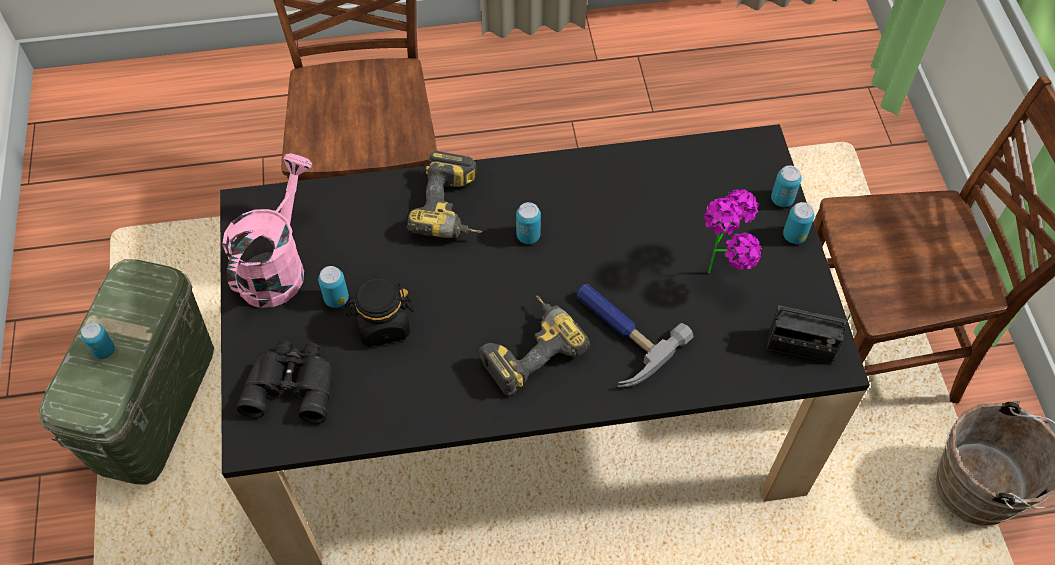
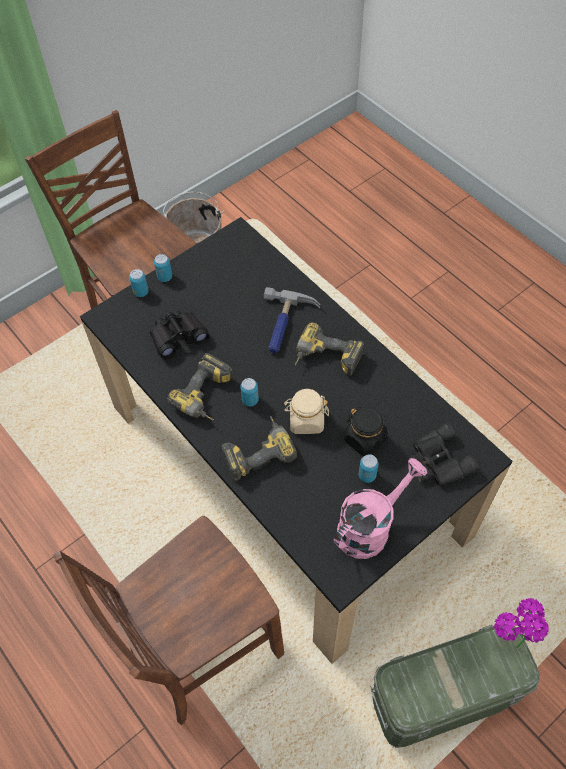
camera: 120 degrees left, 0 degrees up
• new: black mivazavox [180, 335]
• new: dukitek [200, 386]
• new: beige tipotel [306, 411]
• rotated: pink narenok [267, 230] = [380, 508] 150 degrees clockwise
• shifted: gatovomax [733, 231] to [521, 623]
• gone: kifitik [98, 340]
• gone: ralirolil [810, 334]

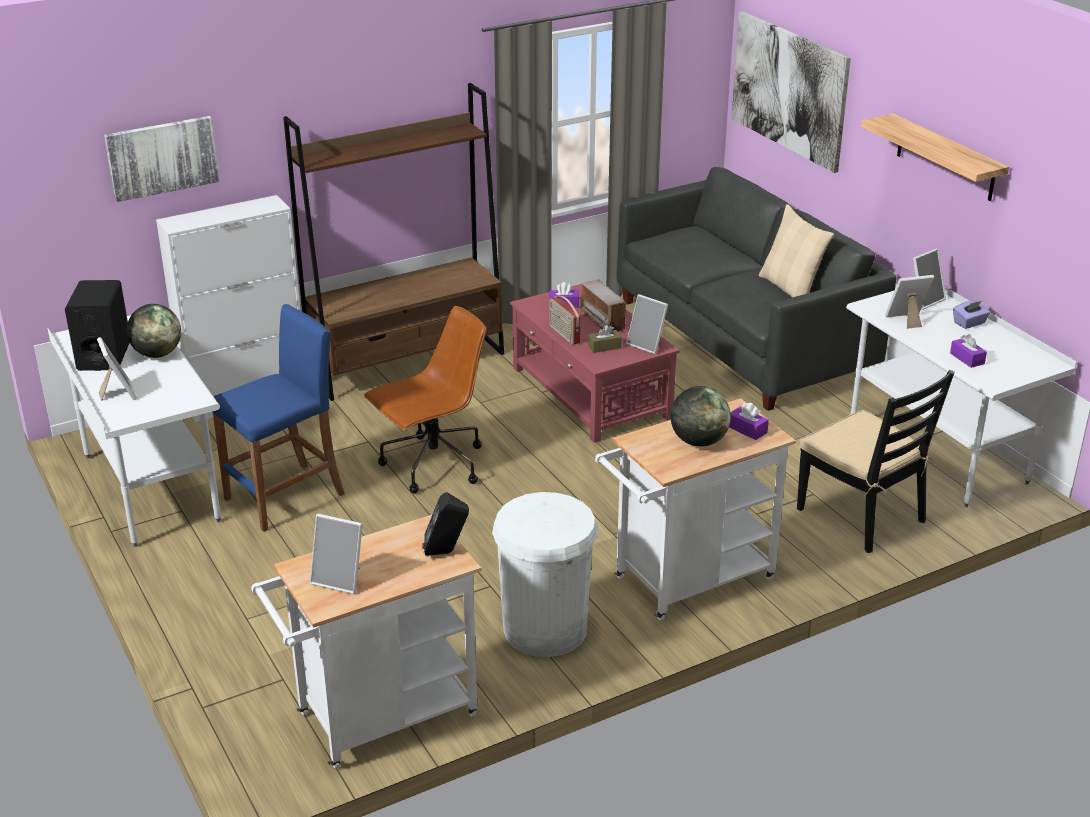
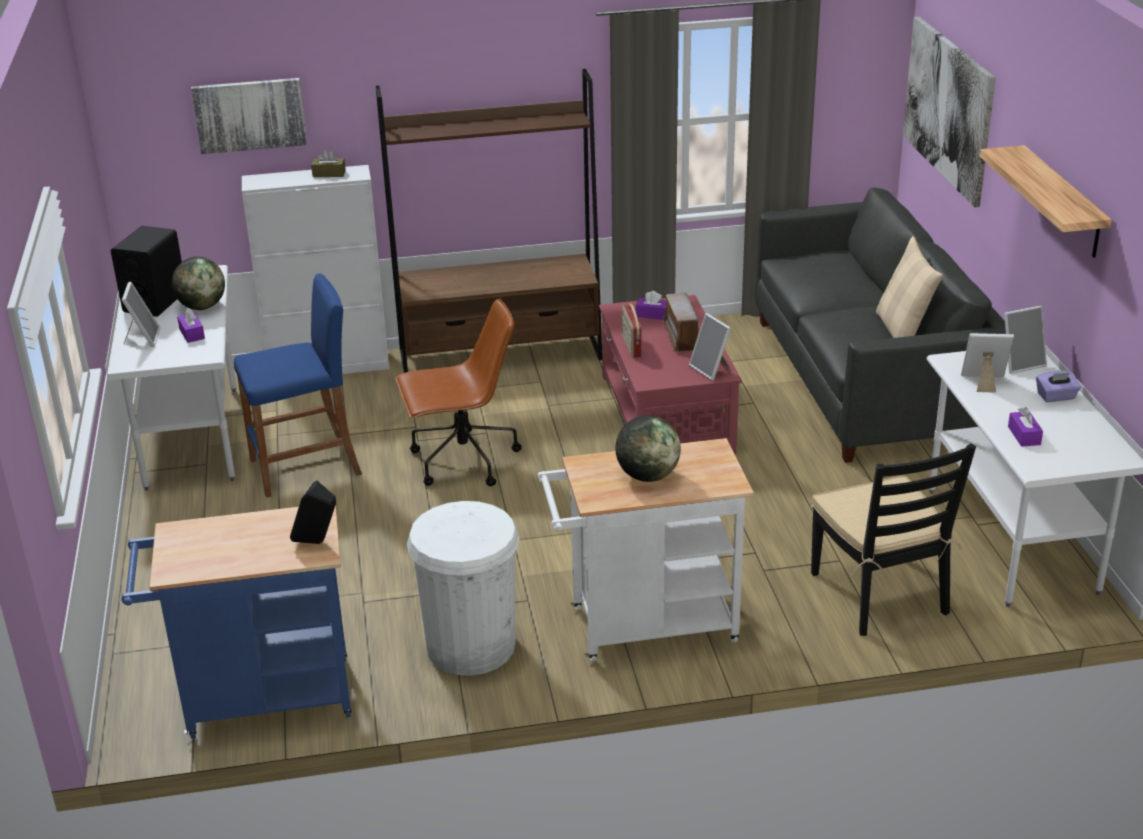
camera: 20 degrees right, 0 degrees up
• repainted: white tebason [366, 641] to blue tebason [237, 621]
• shifted: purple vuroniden [749, 421] to [191, 325]
• shifted: brown vuroniden [605, 339] to [328, 163]
• gone: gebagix [336, 554]

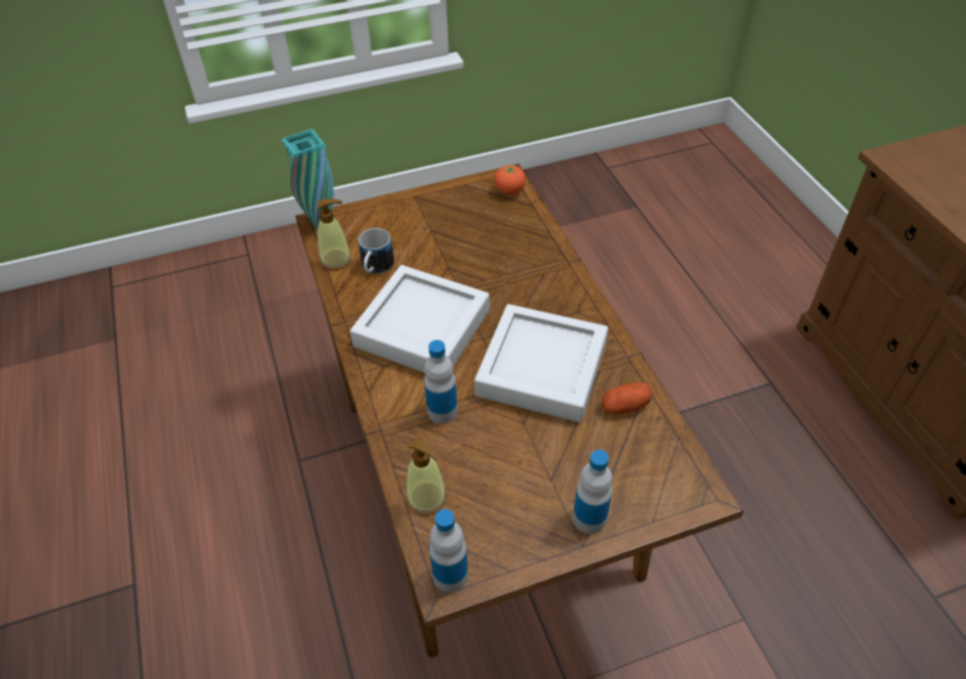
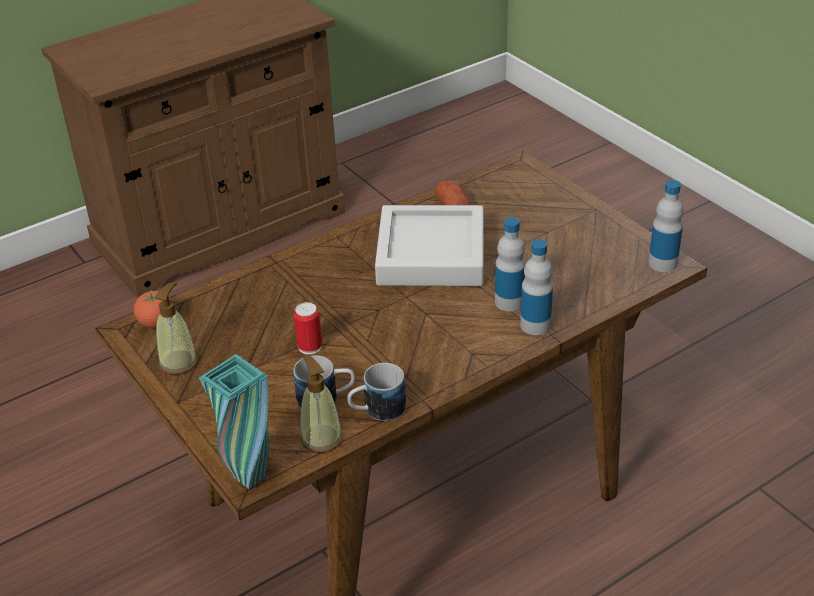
camera: 105 degrees left, 10 degrees down
• shifted: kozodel [426, 476] to [176, 328]
• new: kifitik [308, 328]
• new: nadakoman [376, 392]
• shifted: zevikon [593, 492] to [536, 287]
• gone: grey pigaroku [420, 319]

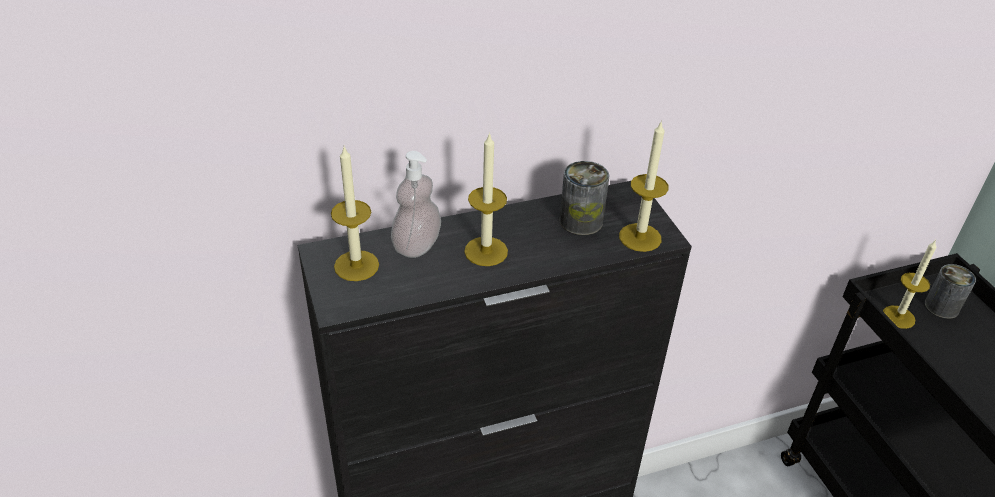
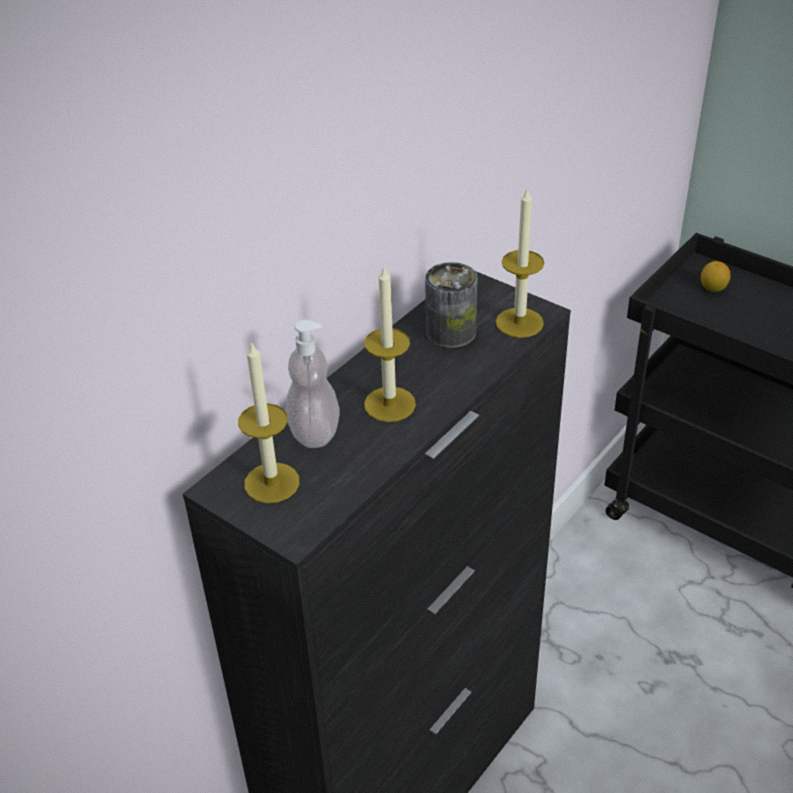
camera: 30 degrees left, 0 degrees up
• swapped: kifitik [950, 291] to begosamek [716, 276]
• gone: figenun [909, 284]

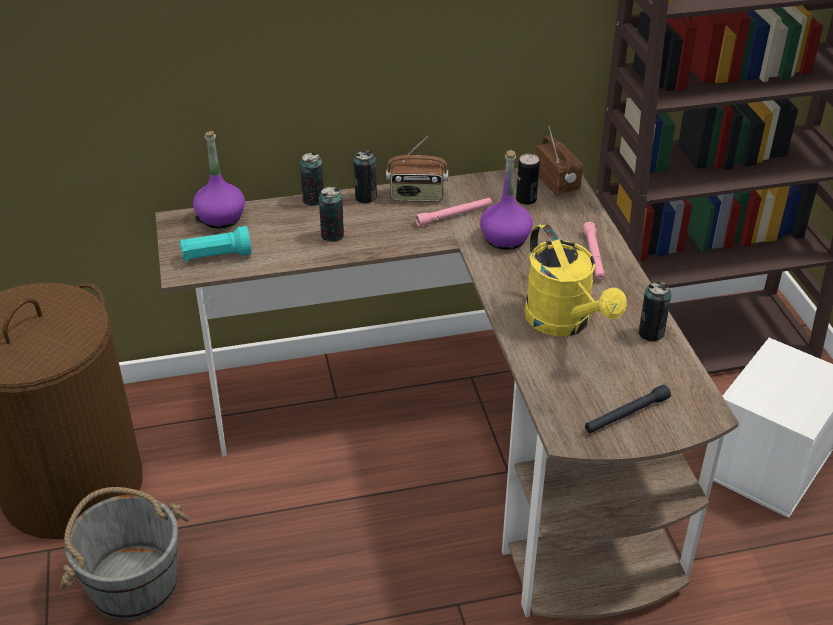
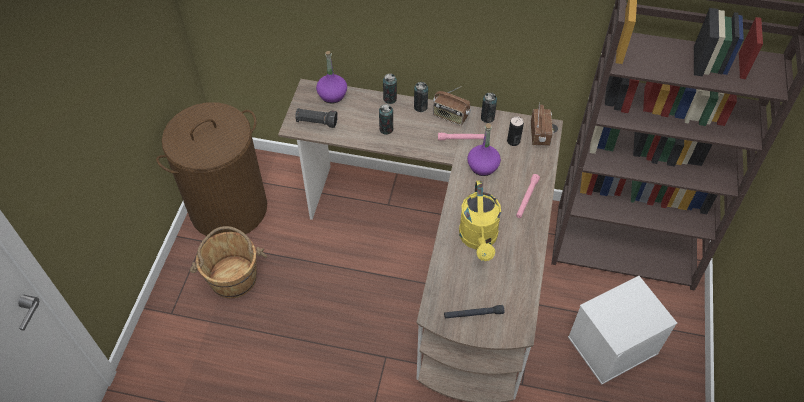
camera: 25 degrees right, 15 degrees up
• repainted: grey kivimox [124, 554] to brown kivimox [228, 262]
• repainted: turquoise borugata [215, 244] to black borugata [316, 118]
• shifted: kifitik [655, 311] to [489, 108]

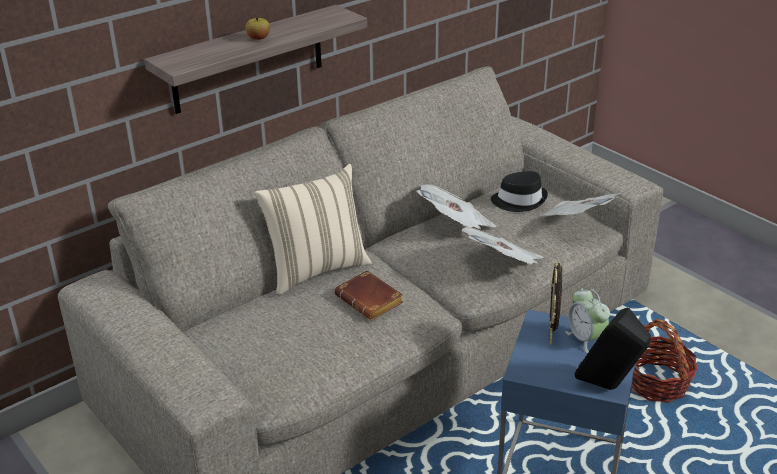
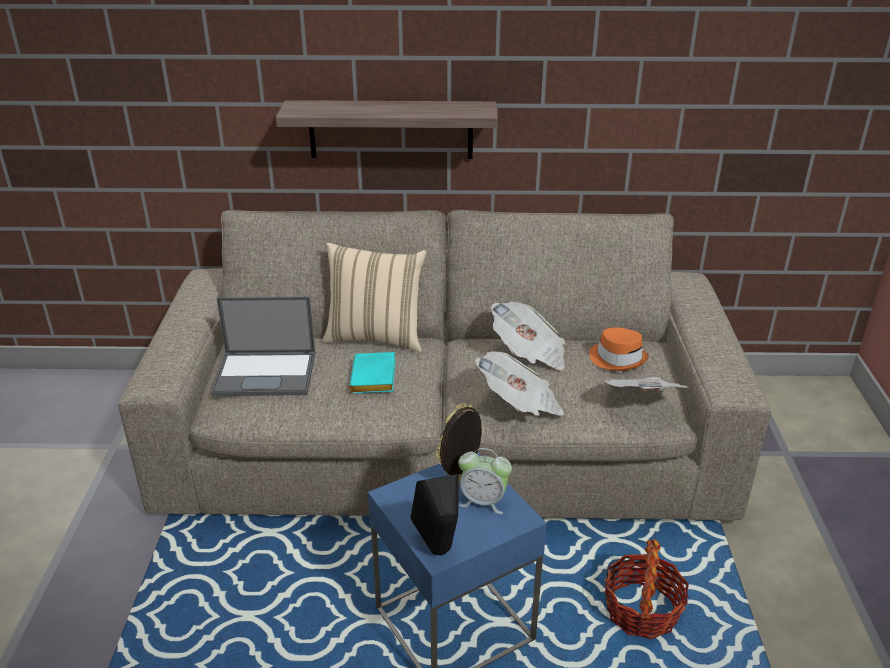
camera: 40 degrees right, 0 degrees up
• new: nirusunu [263, 346]
• repainted: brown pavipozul [368, 295] to turquoise pavipozul [372, 372]
• rotated: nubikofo [588, 321] = [485, 481] 90 degrees counterclockwise
• repainted: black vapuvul [519, 191] to orange vapuvul [619, 349]
• gone: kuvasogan [258, 28]

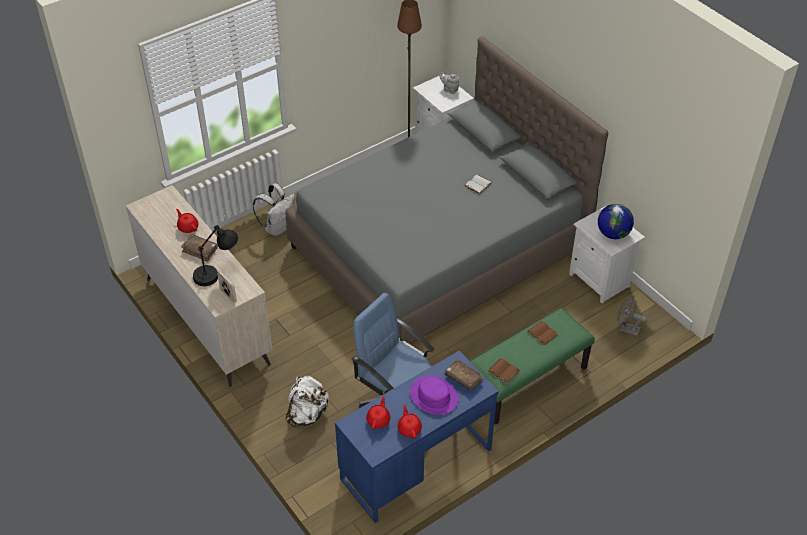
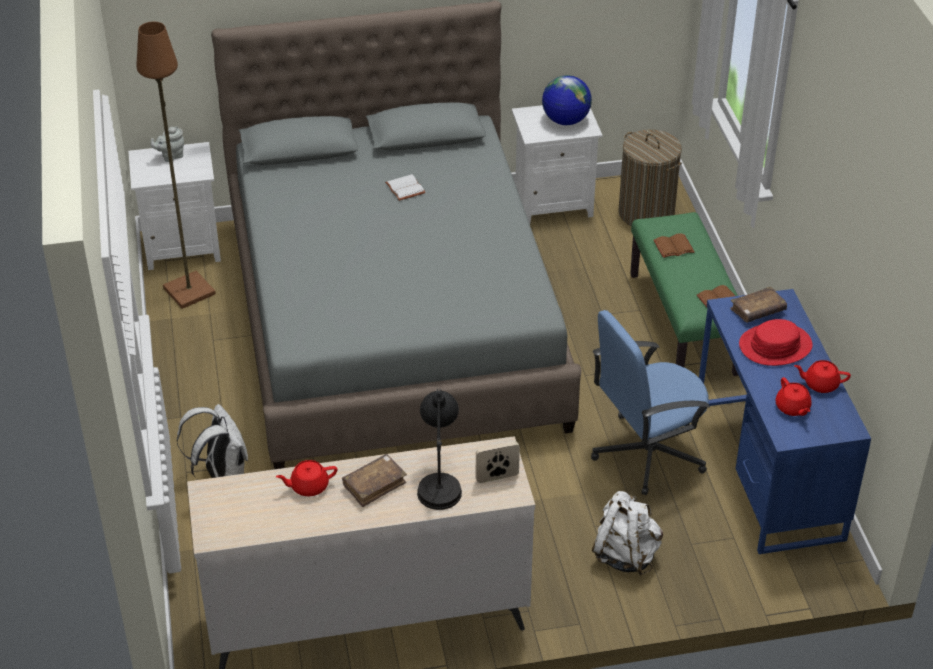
camera: 65 degrees left, 5 degrees down
• swapped: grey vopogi [632, 316] to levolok [650, 177]
• repainted: purple vapuvul [434, 395] to red vapuvul [775, 342]
• rotated: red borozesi [378, 413] = [793, 396] 150 degrees counterclockwise

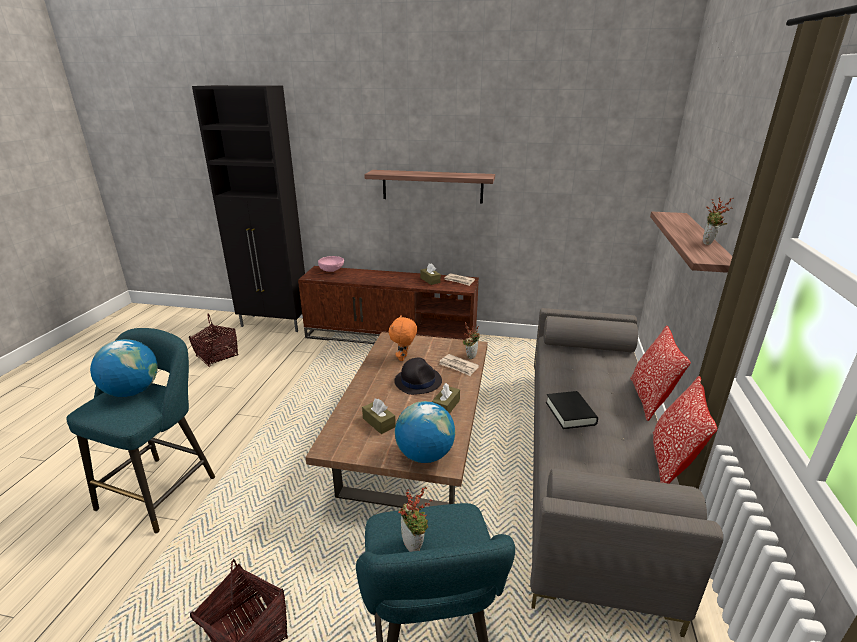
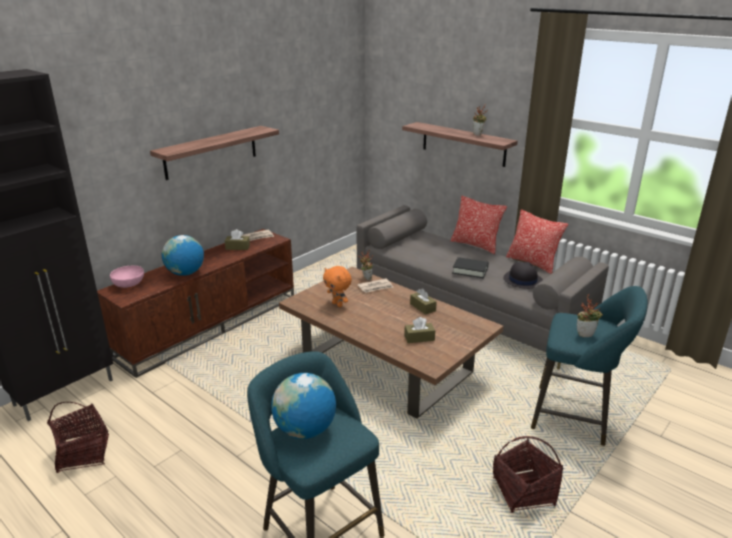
camera: 60 degrees left, 0 degrees up
• shifted: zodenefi [425, 432] to [183, 255]
• shifted: black vapuvul [418, 376] to [523, 275]

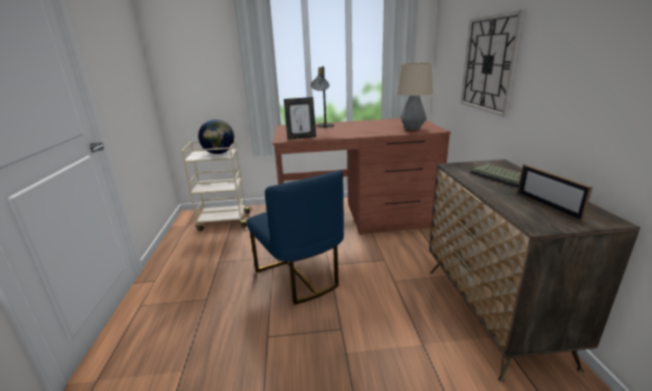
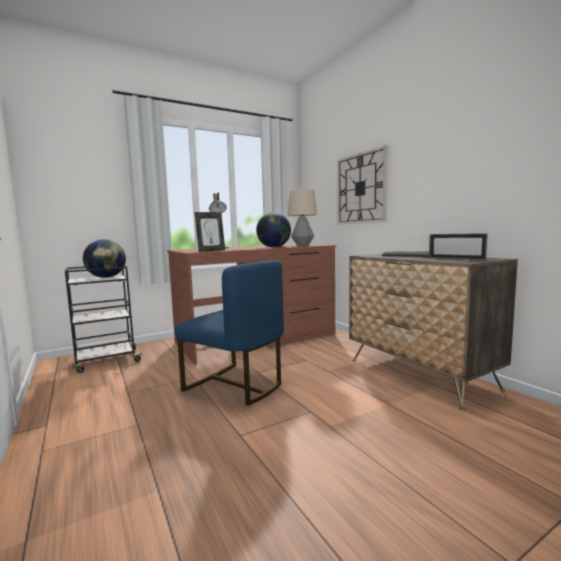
camera: 25 degrees left, 15 degrees down
• repainted: beige tebason [216, 185] to black tebason [104, 319]
• new: zodenefi [273, 230]

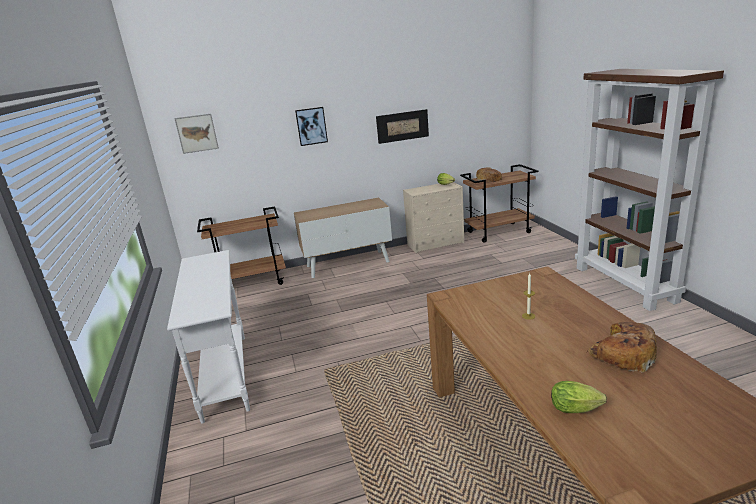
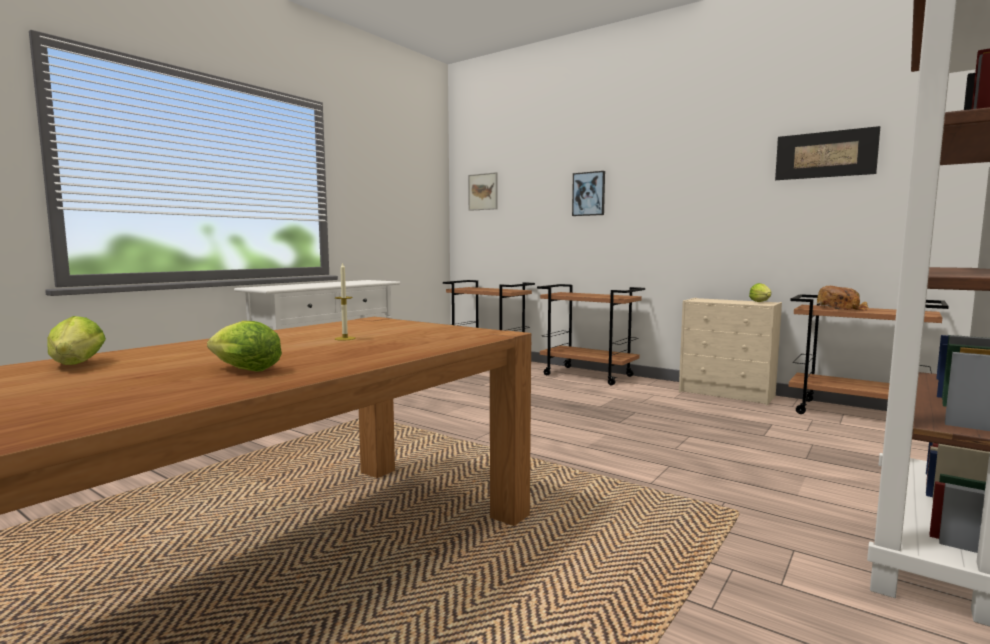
camera: 50 degrees right, 15 degrees down
• swapped: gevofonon [622, 347] to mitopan [244, 346]
• swapped: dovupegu [343, 238] to brown tebason [591, 334]
• shifted: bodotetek [402, 126] to [827, 153]

